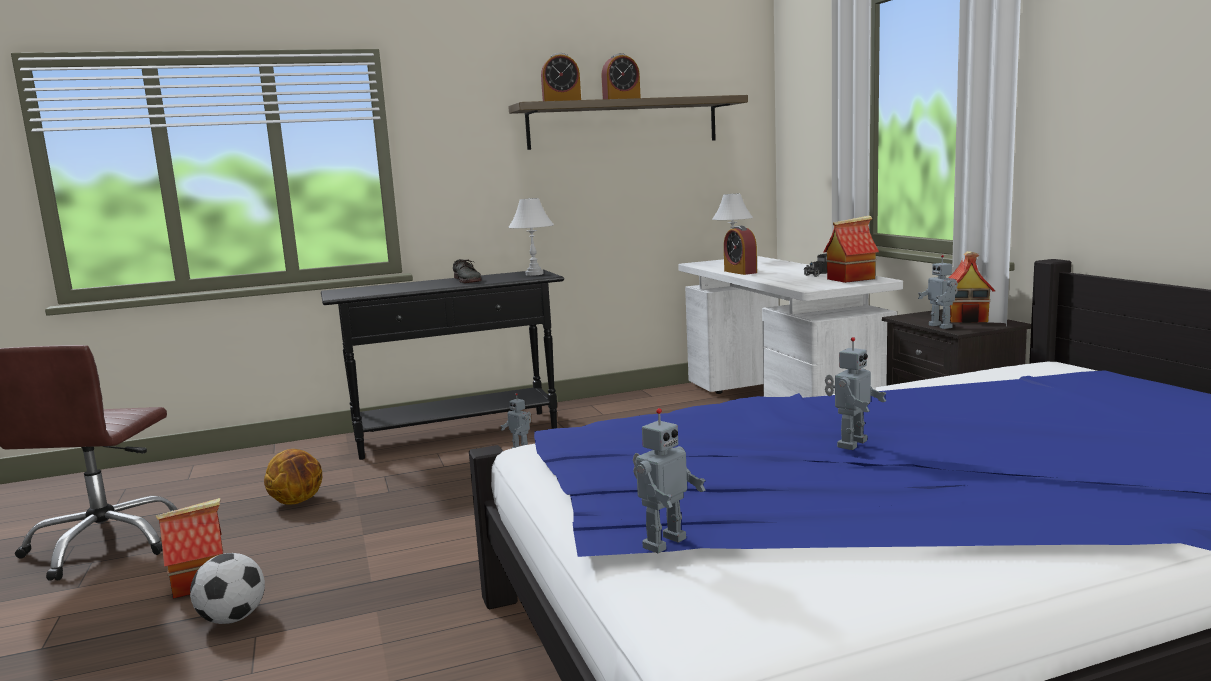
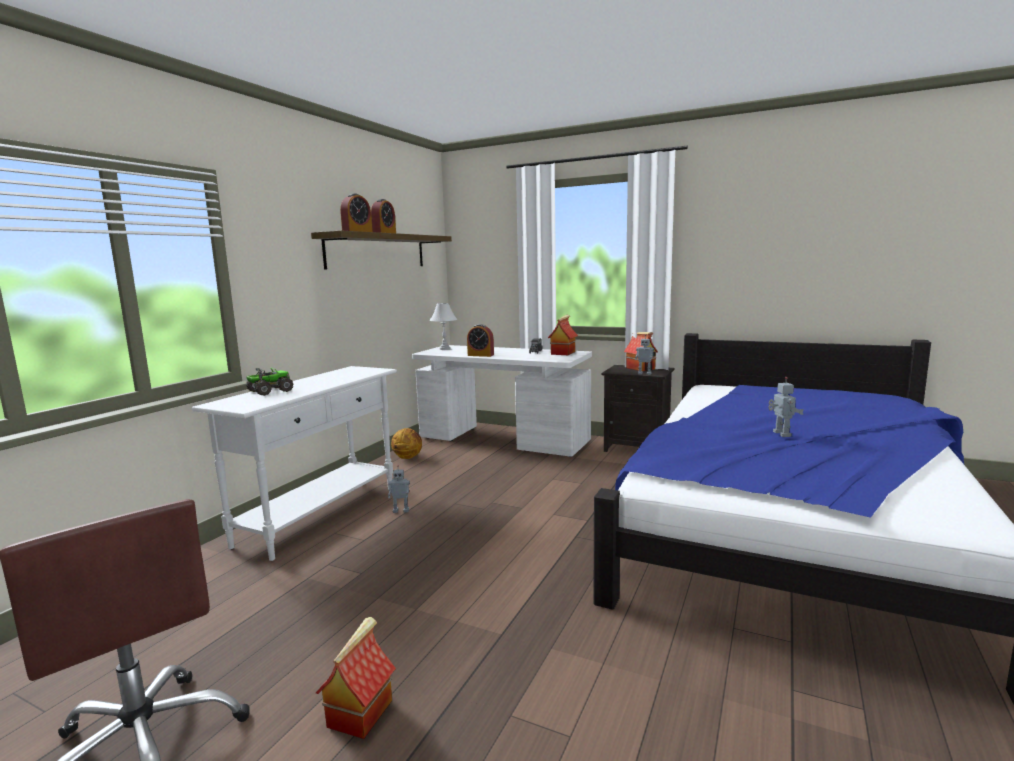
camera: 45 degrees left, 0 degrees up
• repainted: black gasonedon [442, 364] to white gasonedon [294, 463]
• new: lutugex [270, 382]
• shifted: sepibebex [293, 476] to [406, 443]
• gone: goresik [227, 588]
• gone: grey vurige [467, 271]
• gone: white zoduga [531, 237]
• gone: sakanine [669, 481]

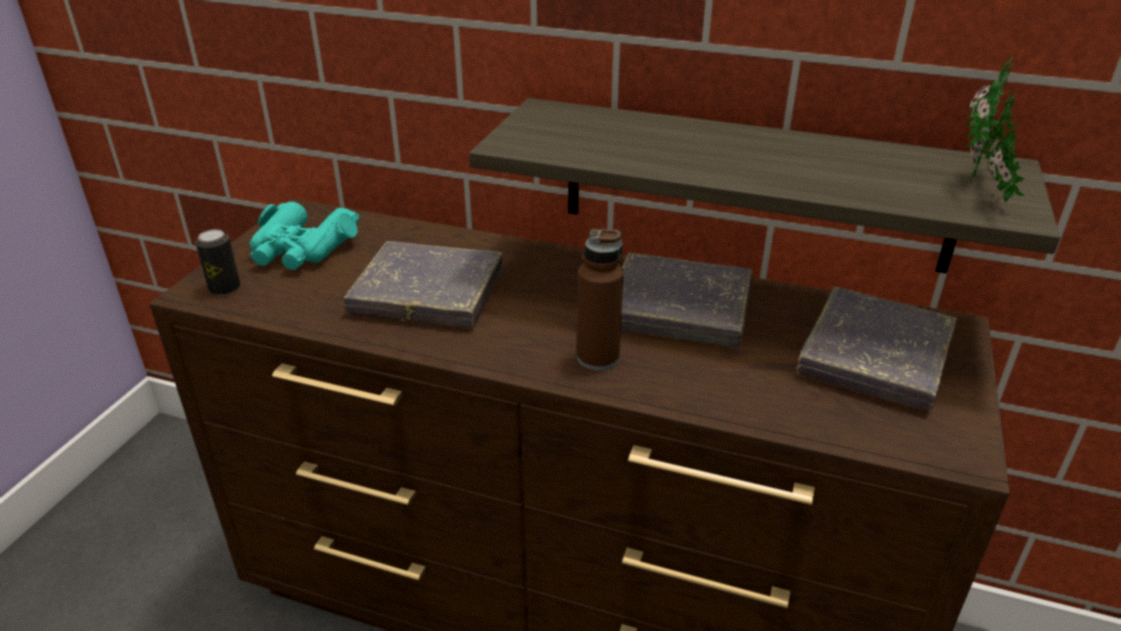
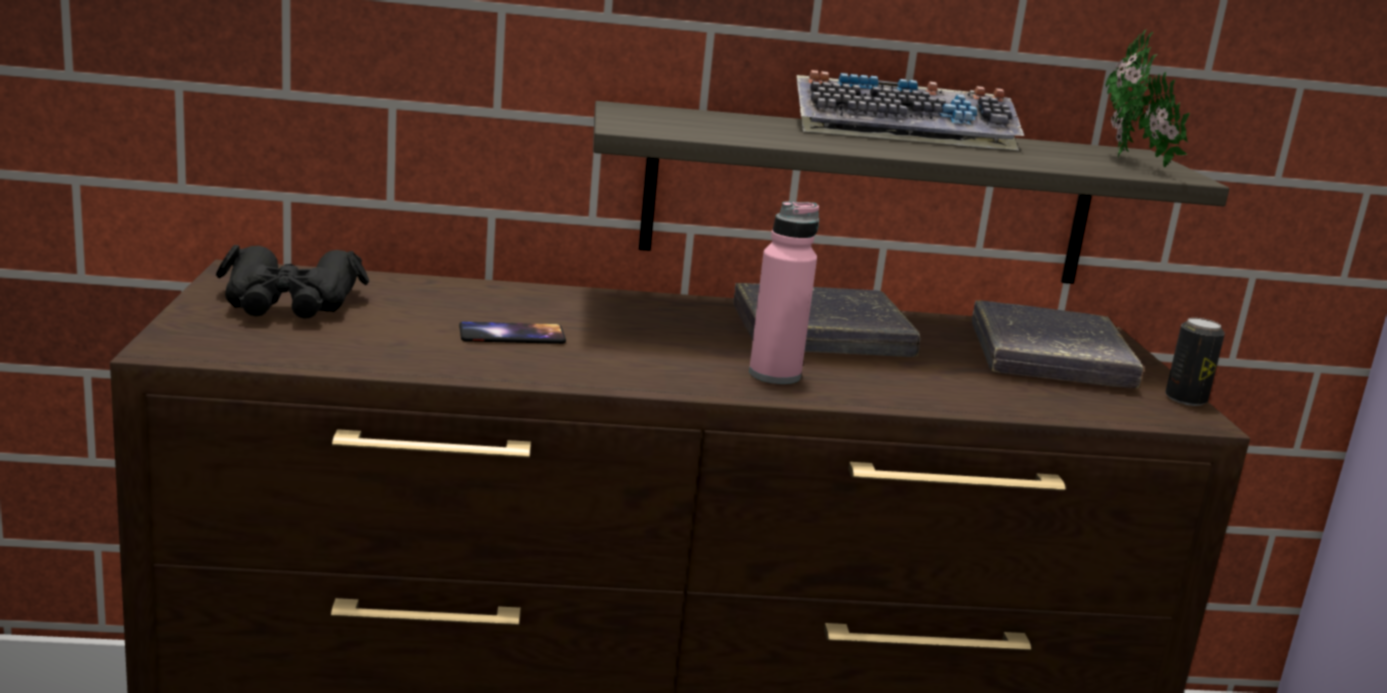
camera: 25 degrees left, 15 degrees down
• repainted: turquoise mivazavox [304, 236] to black mivazavox [292, 282]
• swapped: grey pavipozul [423, 284] to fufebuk [512, 333]
• repainted: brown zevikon [600, 300] to pink zevikon [784, 292]
• new: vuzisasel [910, 110]
• shifted: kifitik [217, 262] to [1195, 362]

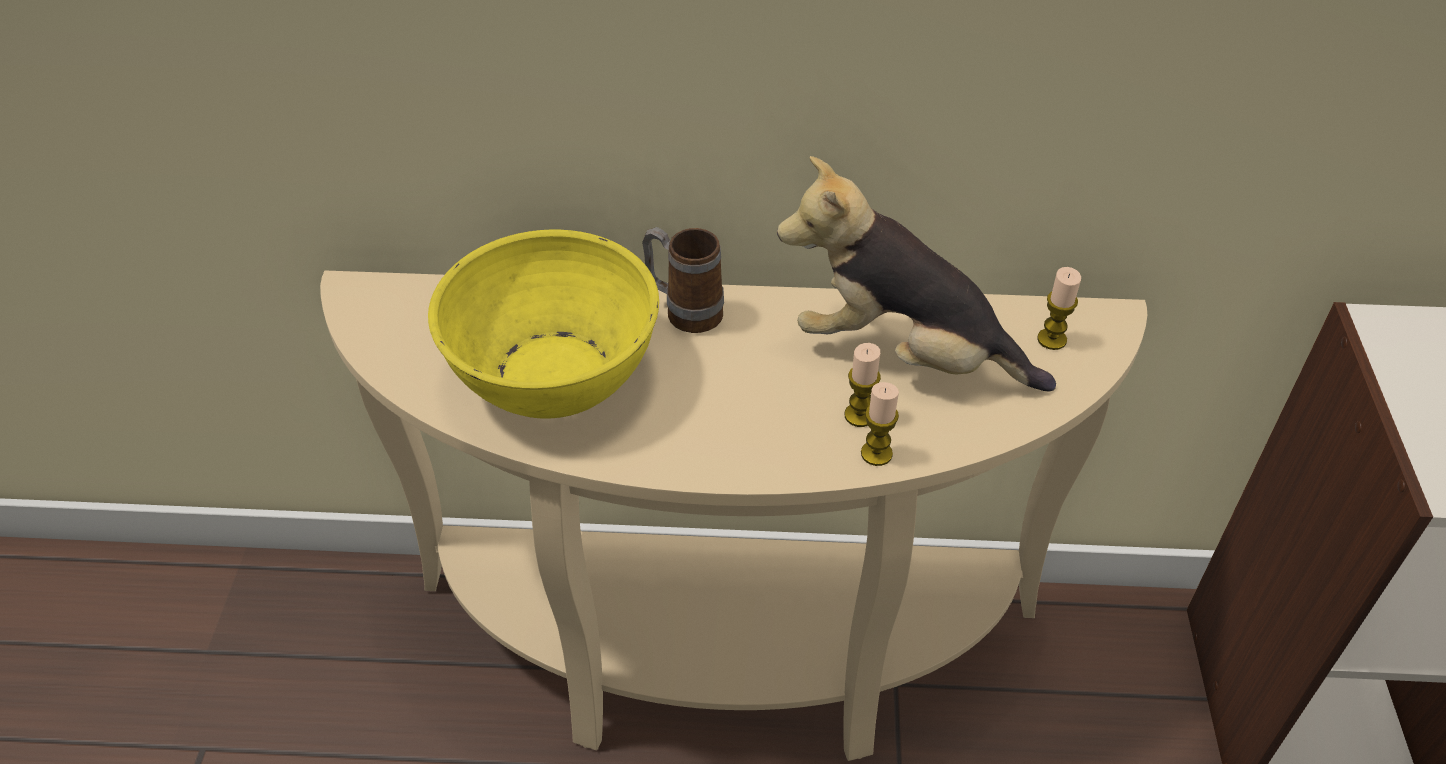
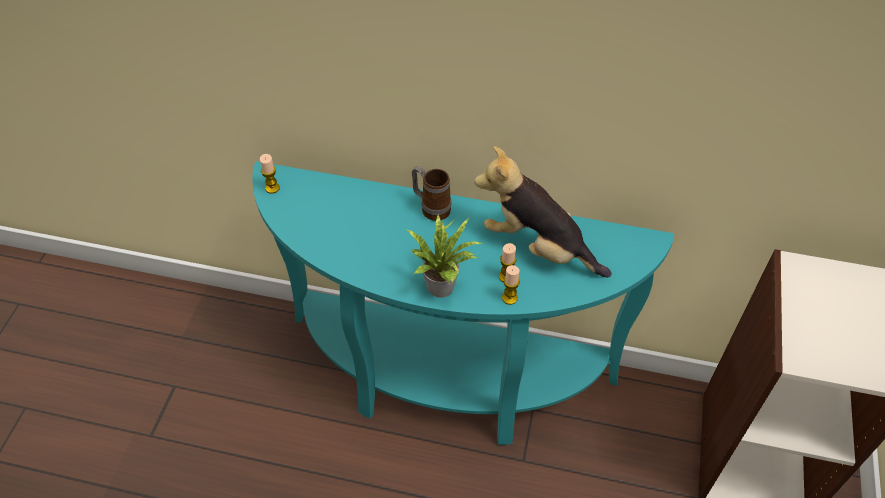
camera: 10 degrees right, 5 degrees up
• repainted: beige gasonedon [733, 516] to turquoise gasonedon [463, 303]
• shifted: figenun [1059, 308] to [270, 173]
• new: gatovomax [443, 256]
• gone: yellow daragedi [543, 324]

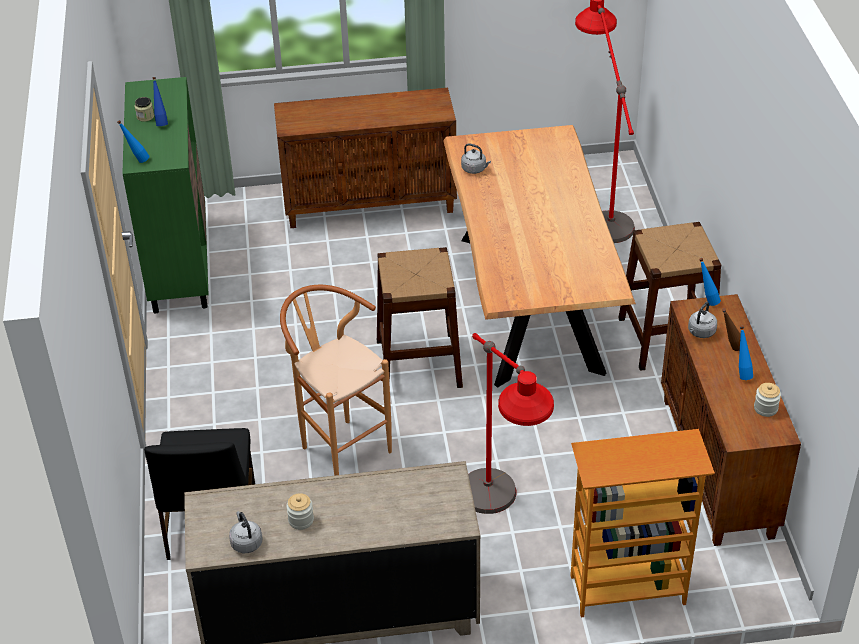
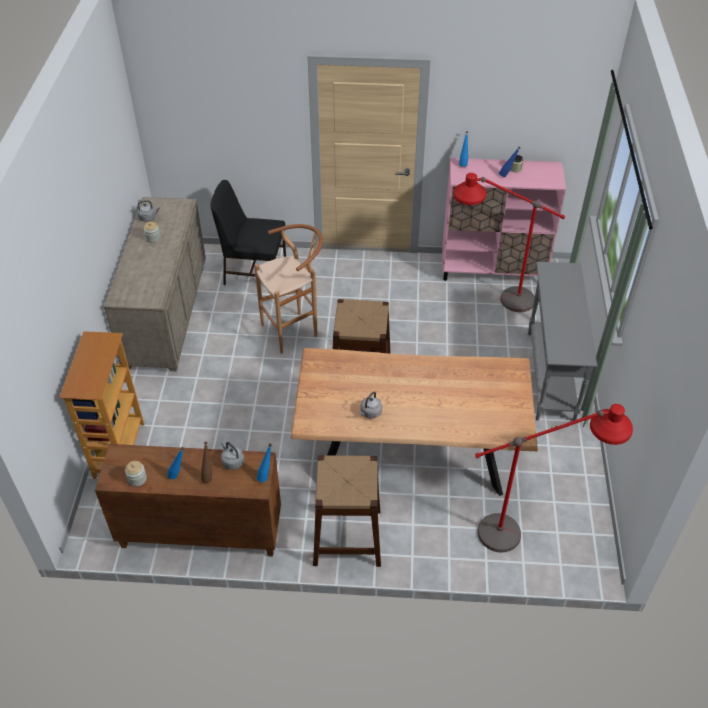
camera: 100 degrees right, 5 degrees up
• shifted: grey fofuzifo [476, 159] to [370, 405]
• repainted: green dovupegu [165, 195] to pink dovupegu [504, 219]
• shifted: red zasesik [511, 423] to [509, 242]
• swapped: brown dovupegu [365, 158] to grey gasonedon [562, 341]

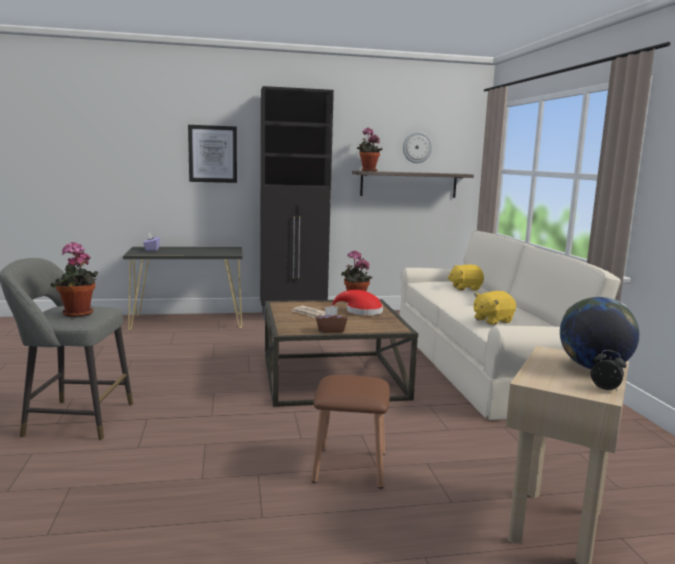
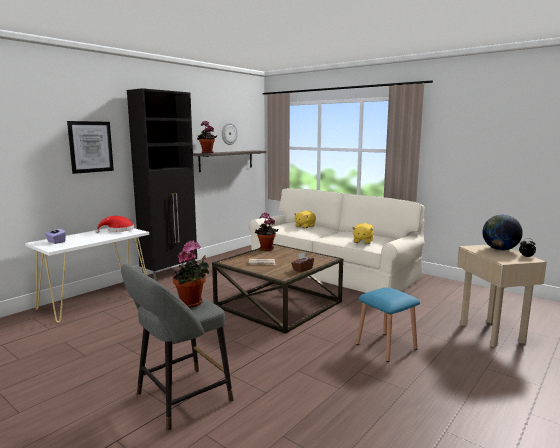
camera: 40 degrees left, 0 degrees up
• repainted: black gasonedon [183, 289] to white gasonedon [87, 275]
• shifted: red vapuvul [356, 302] to [114, 224]
• repainted: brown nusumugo [351, 432] to blue nusumugo [388, 324]

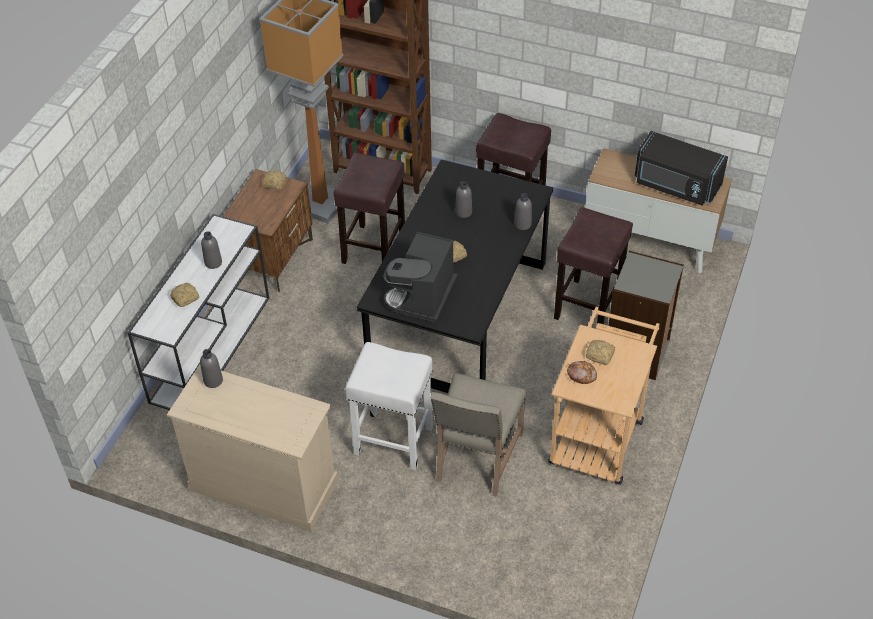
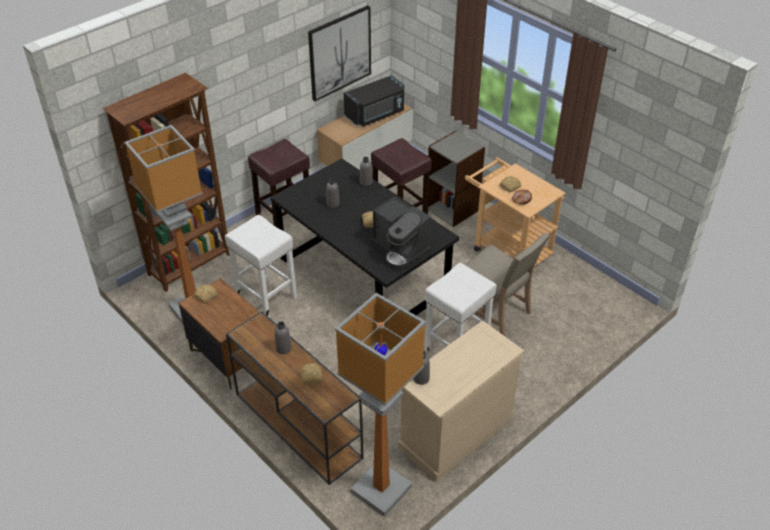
camera: 65 degrees left, 5 degrees down
• repainted: brown nusumugo [369, 208] to white nusumugo [261, 266]
• repainted: white gasonedon [198, 312] to brown gasonedon [294, 398]
• new: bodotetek [339, 53]
• new: zasesik [380, 405]

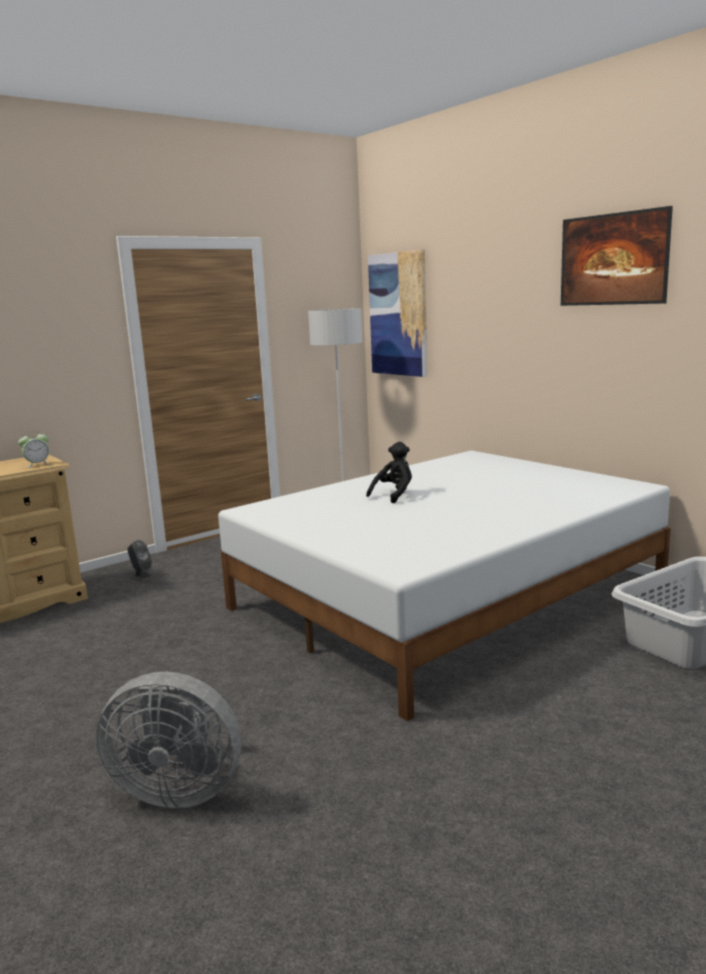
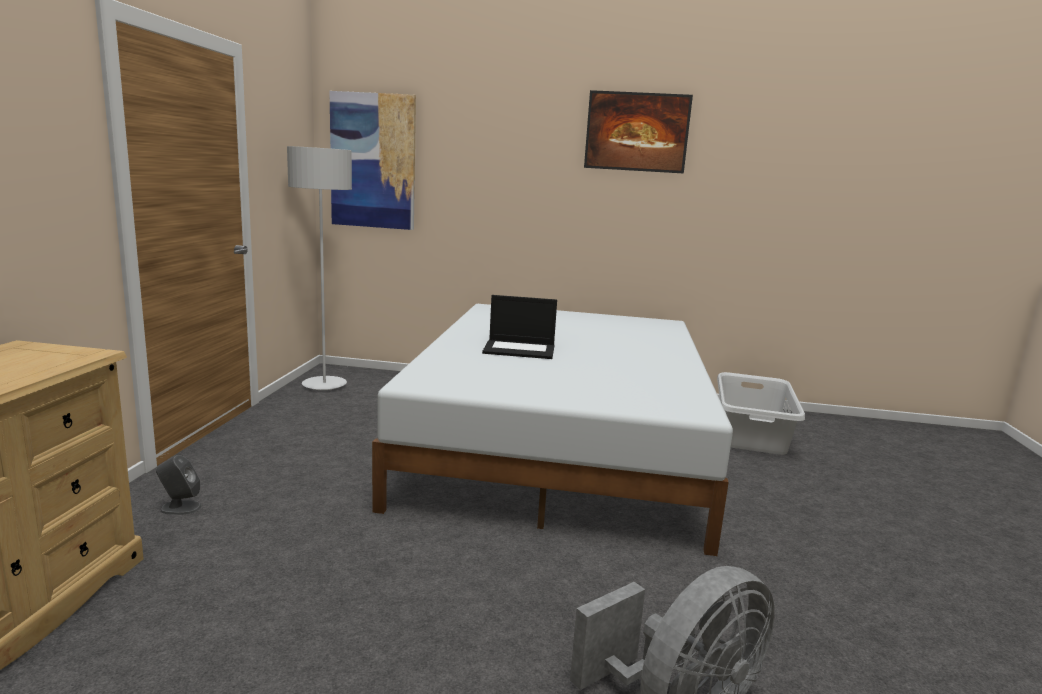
camera: 45 degrees left, 0 degrees up
• swapped: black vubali [389, 472] to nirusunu [519, 327]
• gone: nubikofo [34, 449]

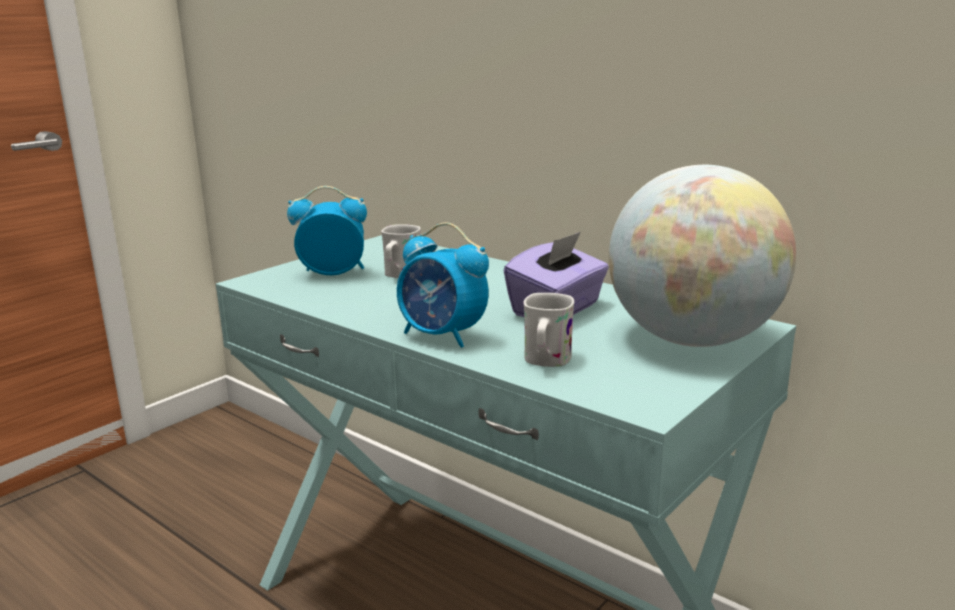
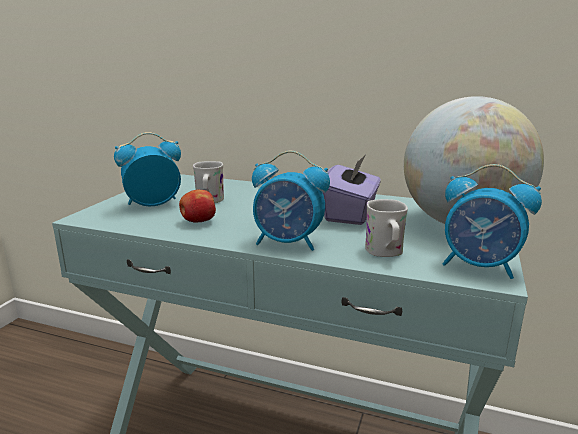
camera: 20 degrees left, 0 degrees up
• new: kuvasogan [197, 206]
• new: nubikofo [492, 221]

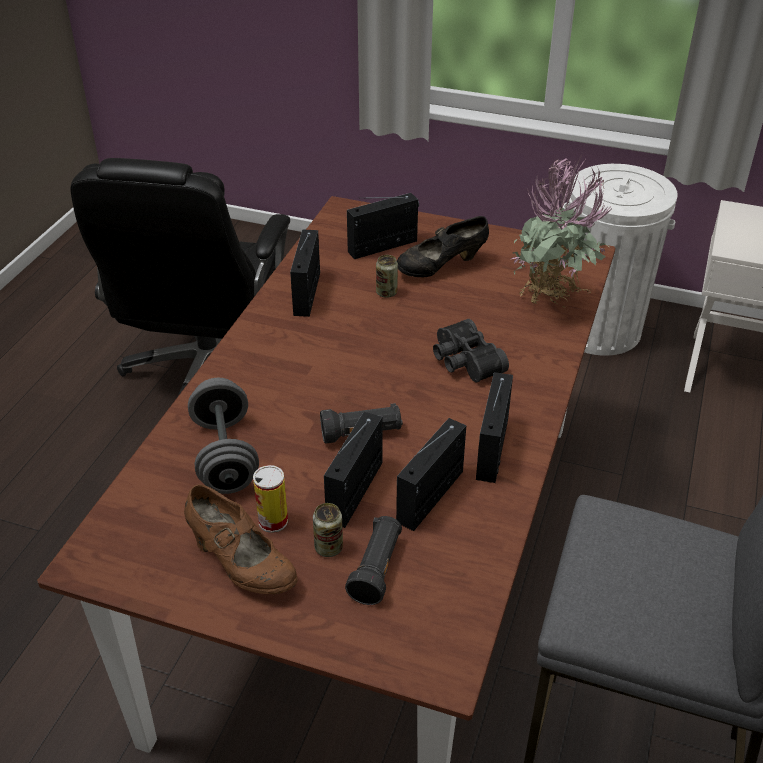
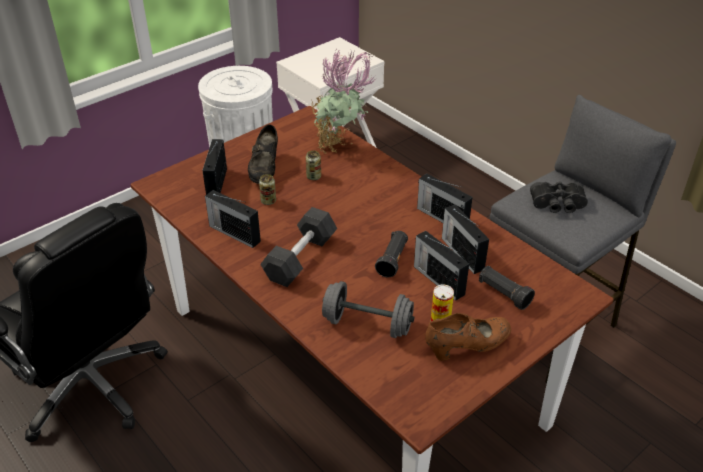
camera: 60 degrees left, 0 degrees up
• new: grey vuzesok [298, 247]
• shifted: kifitik [328, 530] to [313, 165]
• shifted: black mivazavox [471, 350] to [559, 197]

